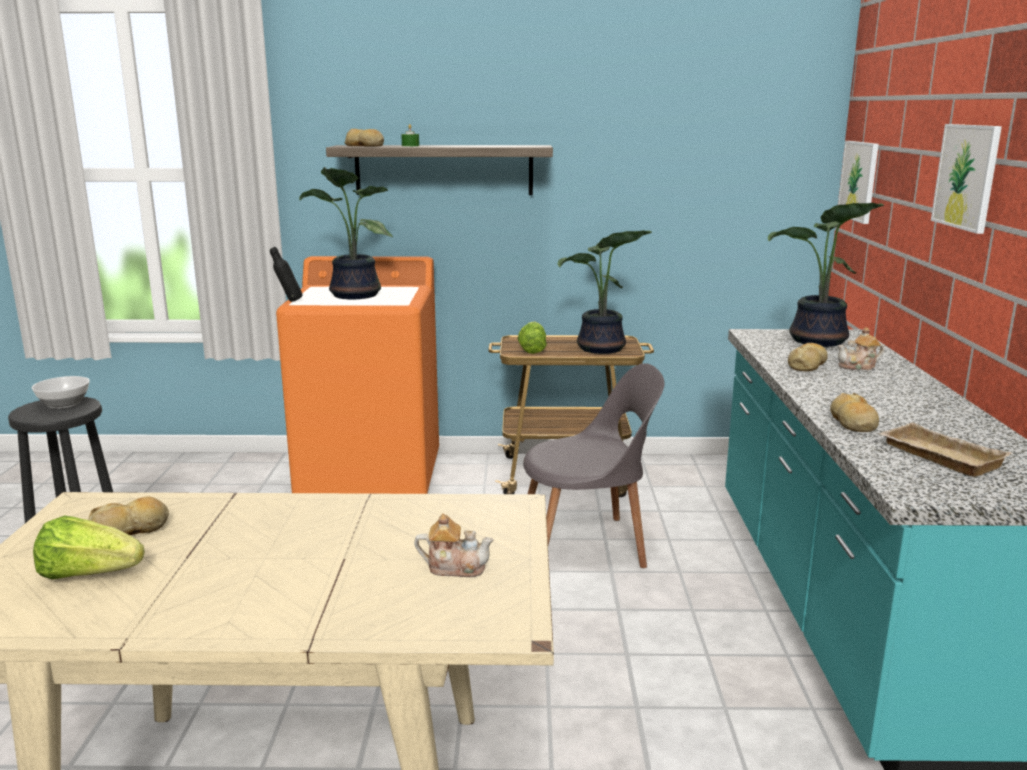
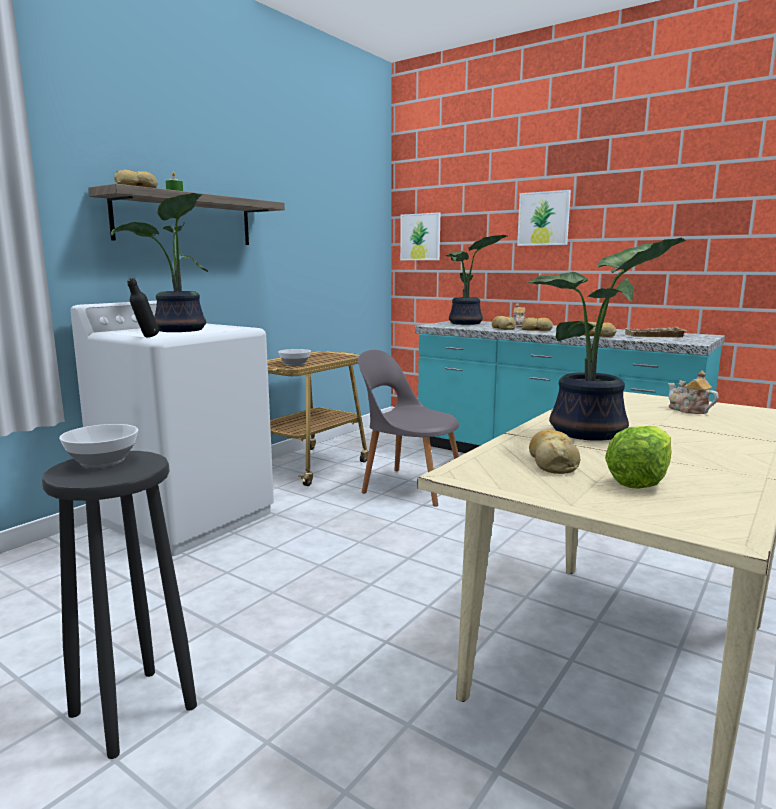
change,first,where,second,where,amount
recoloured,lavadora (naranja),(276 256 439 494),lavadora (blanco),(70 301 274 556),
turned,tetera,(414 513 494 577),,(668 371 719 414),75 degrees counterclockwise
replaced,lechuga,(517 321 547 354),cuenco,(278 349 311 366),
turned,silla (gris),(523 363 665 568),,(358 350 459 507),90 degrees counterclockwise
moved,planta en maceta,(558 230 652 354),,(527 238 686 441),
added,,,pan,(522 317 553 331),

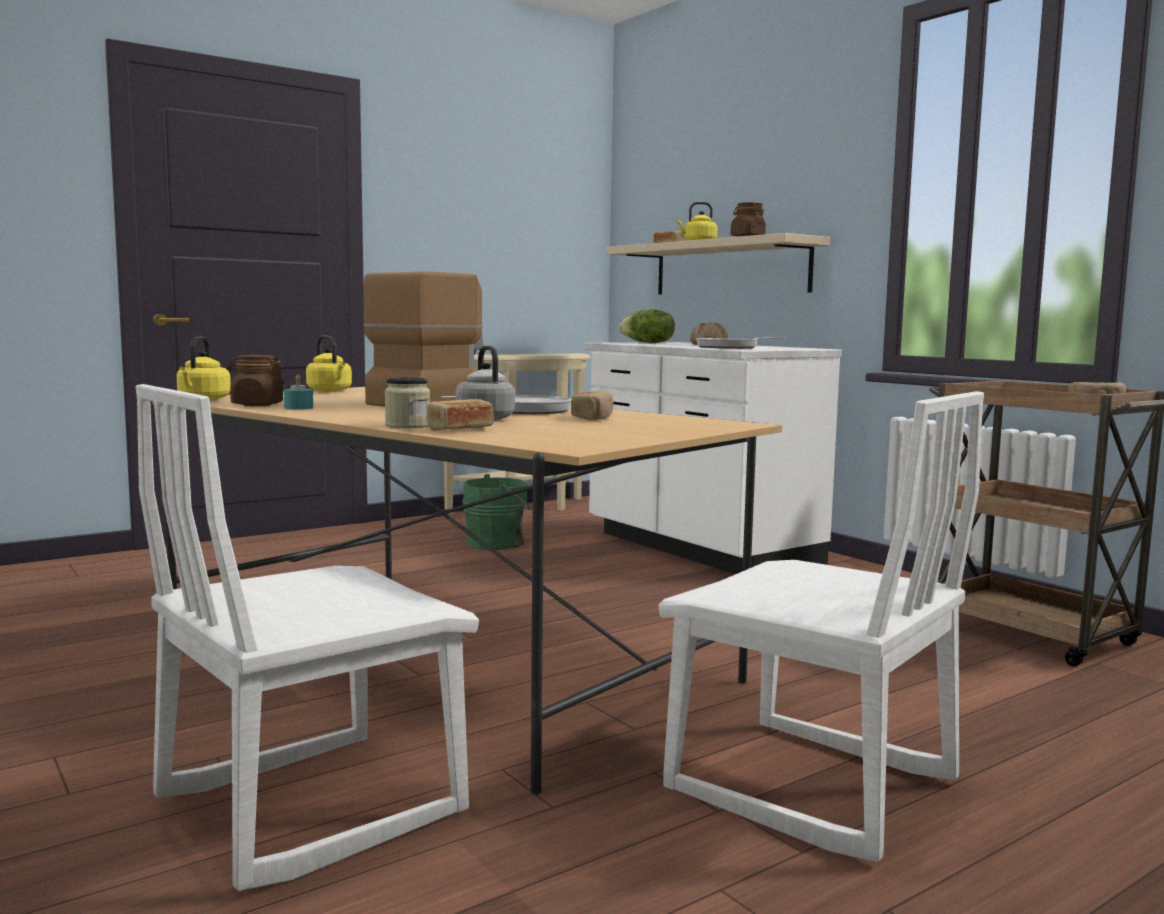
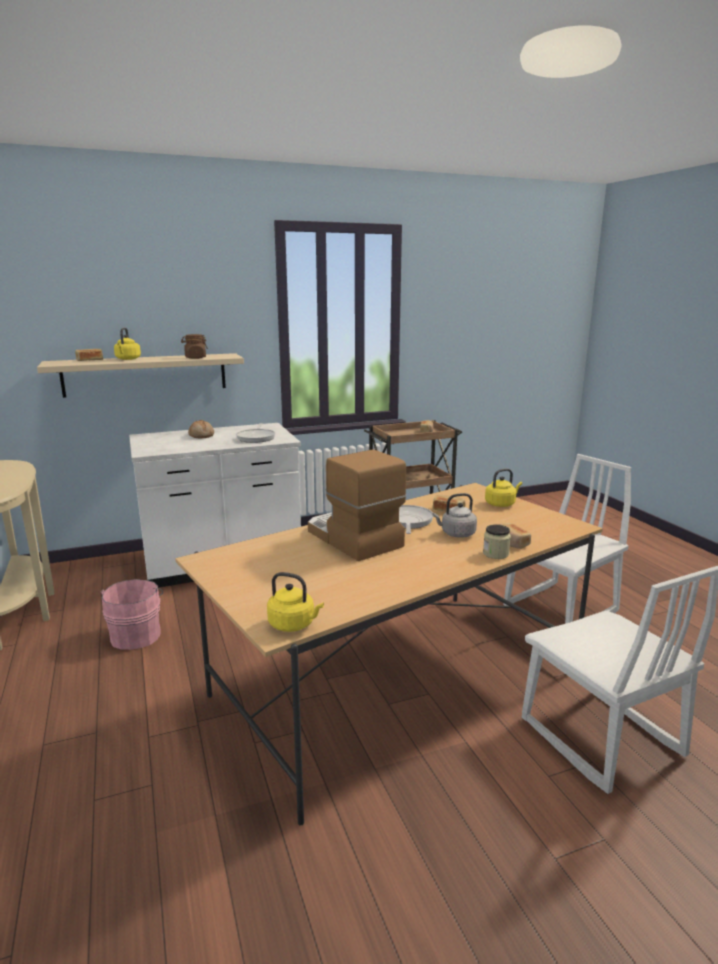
change,first,where,second,where,amount
removed,tarro (marrón),(227 355 285 406),,,
removed,vela (turquesa),(284 374 313 410),,,
moved,hervidor (amarillo),(306 335 352 392),,(485 468 522 507),
recoloured,cubo (verde),(462 474 532 550),cubo (rosa),(100 579 163 650),
removed,lechuga,(619 309 675 343),,,

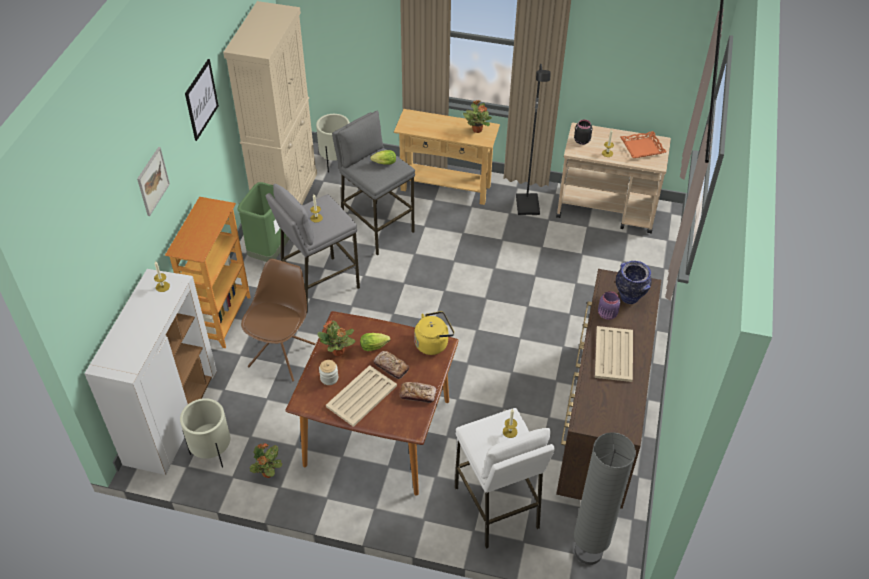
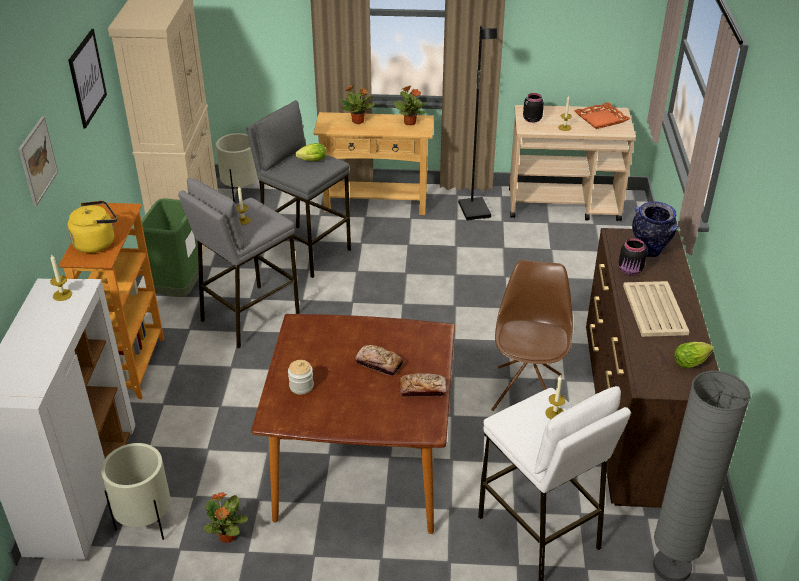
change,first,where,second,where,amount
moved,silla (marrón),(241 259 316 381),,(491 260 573 411),
moved,planta en maceta,(317 321 355 357),,(340 85 375 124),
removed,bandeja (beis),(326 365 397 427),,,
moved,lechuga,(360 333 390 351),,(675 342 714 368),
moved,hervidor (amarillo),(414 311 454 355),,(67 201 117 253),
recoloured,tarro (morado),(598 291 620 320),tarro (negro),(619 238 647 276),

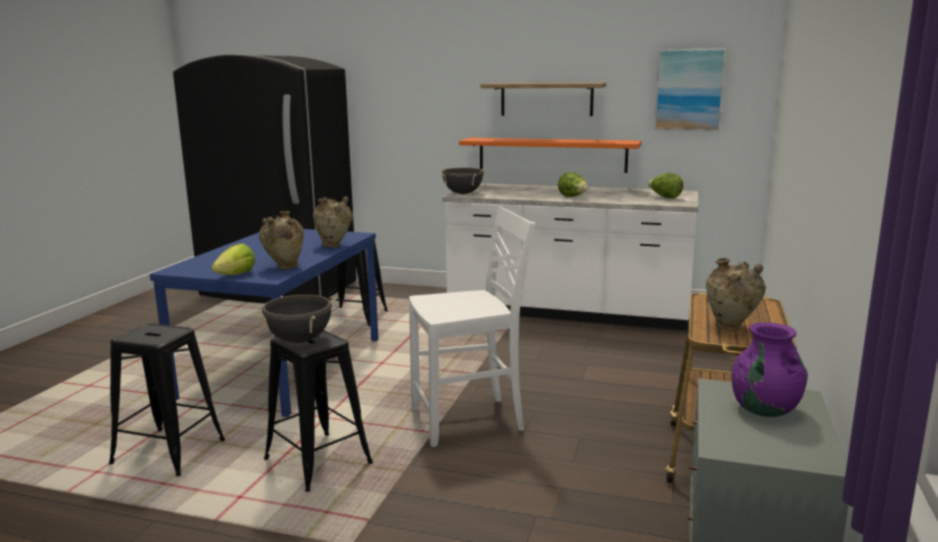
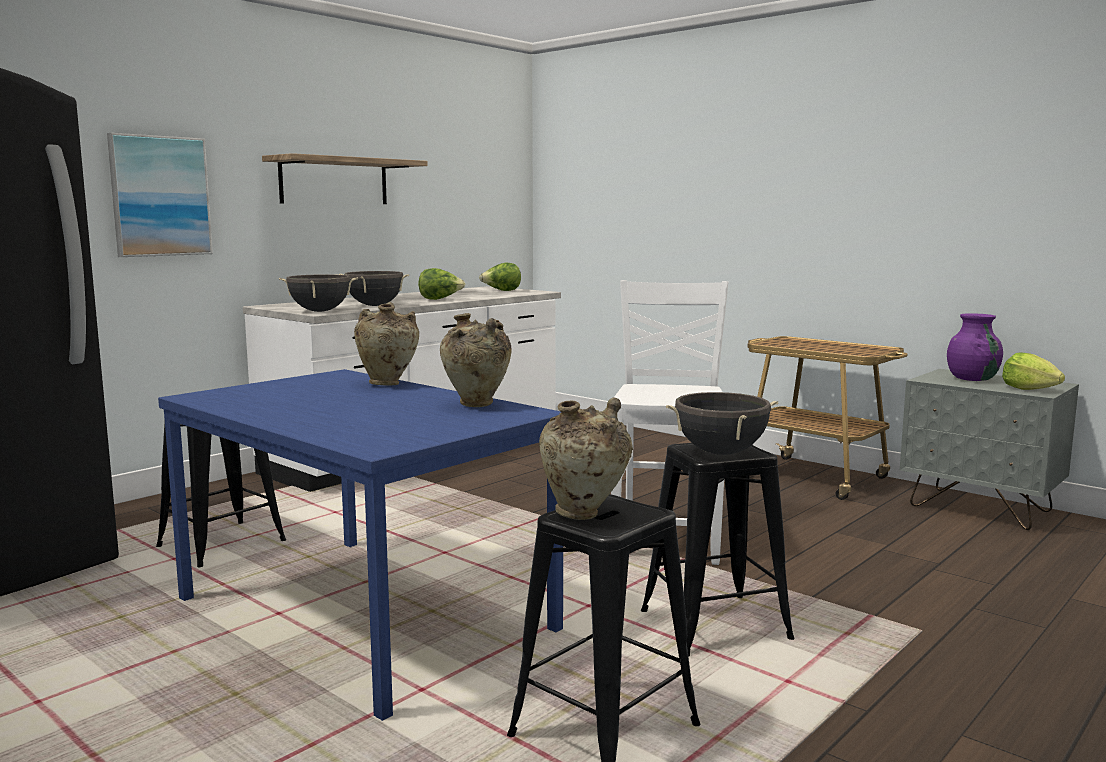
change,first,where,second,where,amount
moved,lechuga,(212 244 255 275),,(1002 352 1065 390),
removed,estante (naranja),(459 138 641 173),,,
moved,cuadro,(654 48 726 131),,(107 133 213 257),
moved,florero (beis),(706 258 766 331),,(539 398 633 520),
added,,,olla (negro),(339 271 409 306),

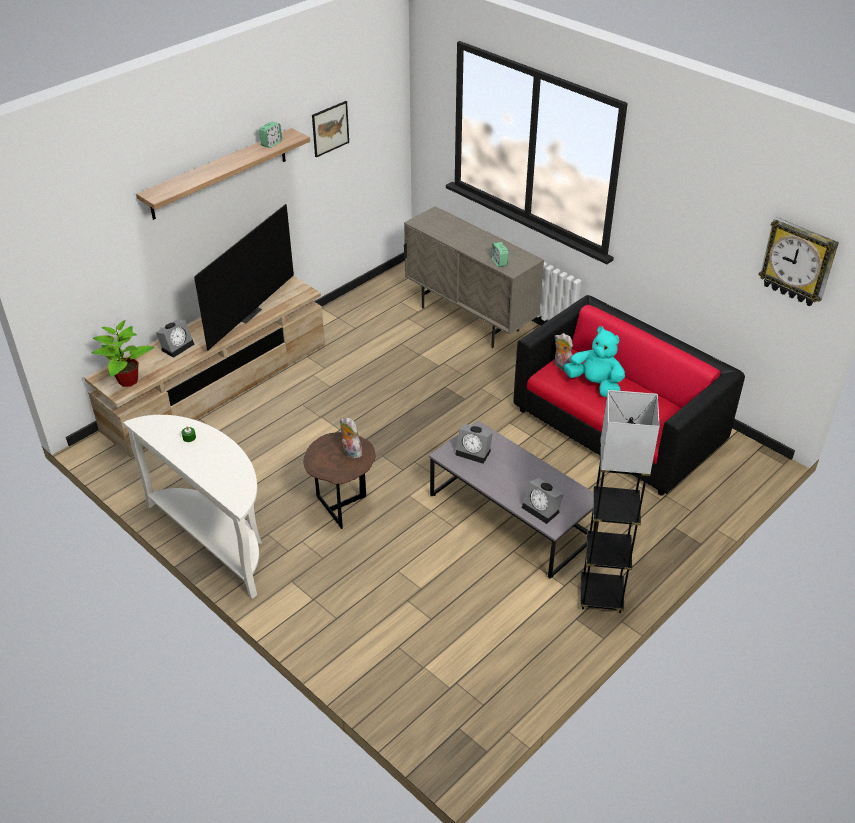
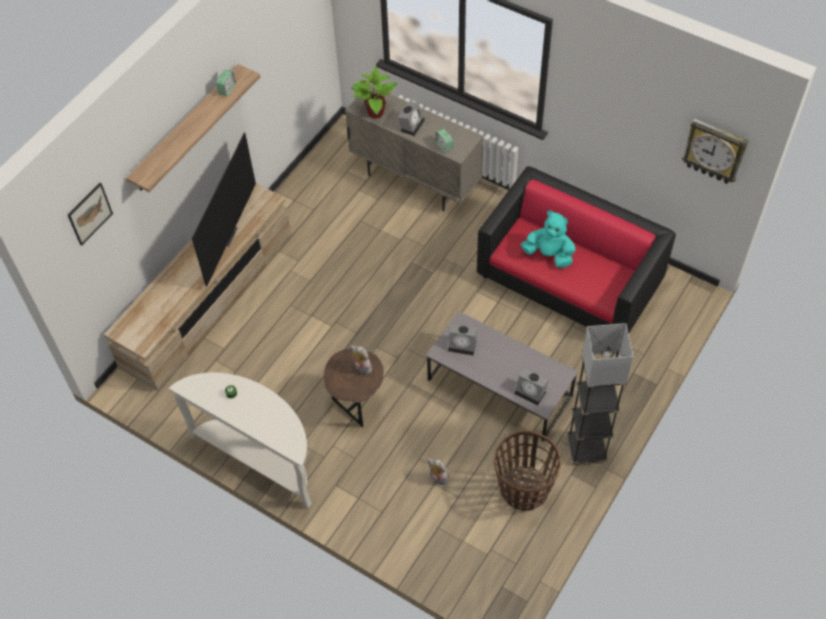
change,first,where,second,where,amount
moved,planta en maceta,(92 320 155 387),,(351 66 398 119),
moved,despertador,(156 320 194 358),,(398 102 425 136),
moved,cuadro,(312 101 349 157),,(68 183 113 246),
moved,peluche,(554 333 573 371),,(427 458 448 485),
added,,,cesta,(494 431 561 511),

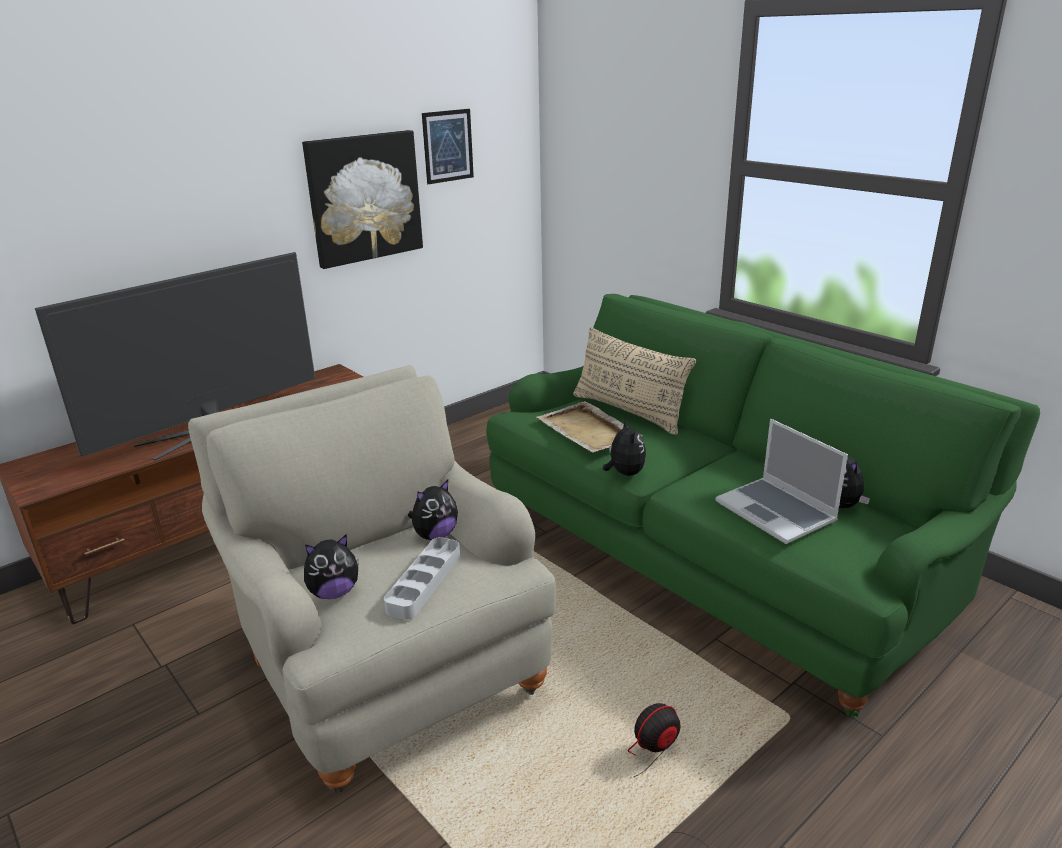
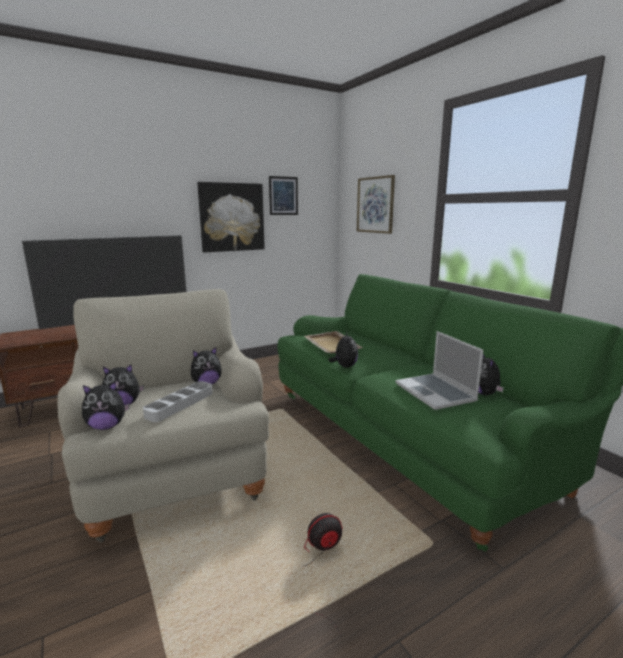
change,first,where,second,where,amount
removed,cojín (beis),(573 327 696 435),,,
added,,,peluche,(82 382 130 430),
added,,,cuadro,(357 175 395 234),

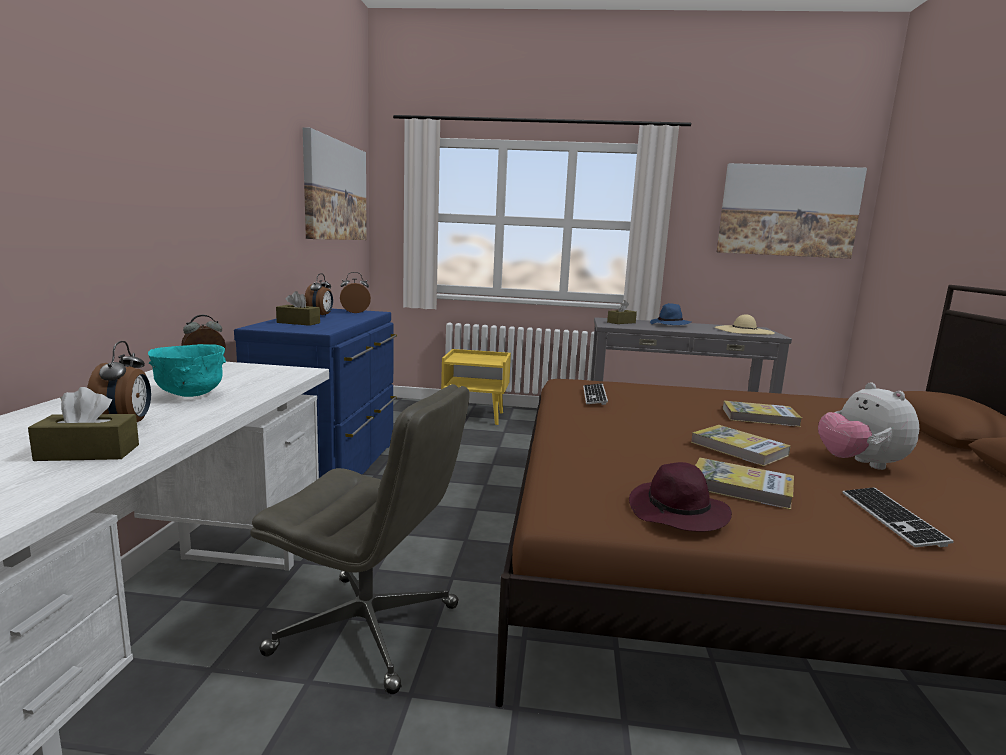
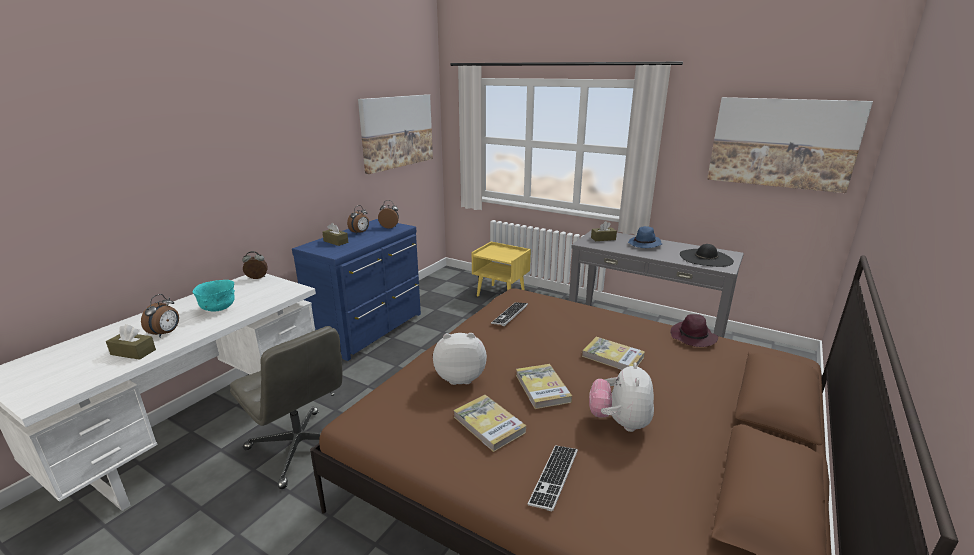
change,first,where,second,where,amount
moved,sombrero (morado),(629 462 732 532),,(670 314 718 347),
recoloured,sombrero (beis),(714 314 775 335),sombrero (negro),(680 244 734 267),
added,,,peluche,(433 333 487 385),

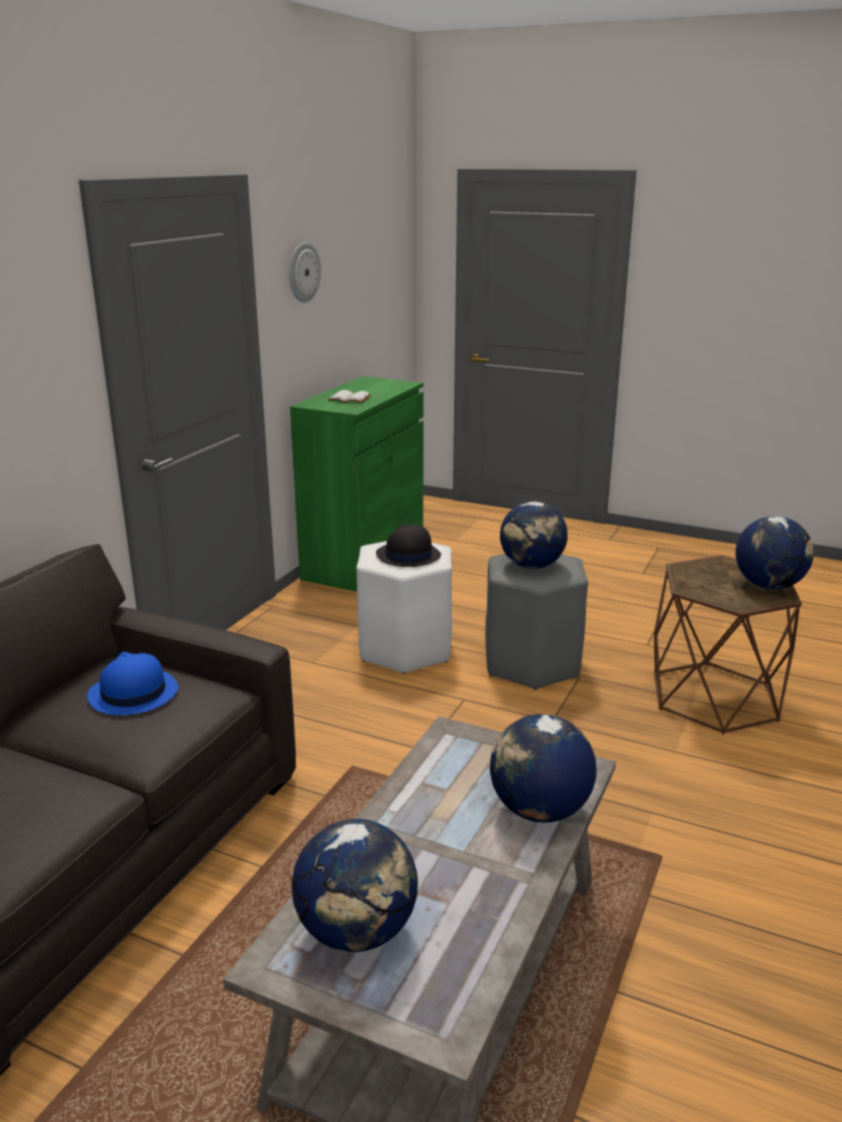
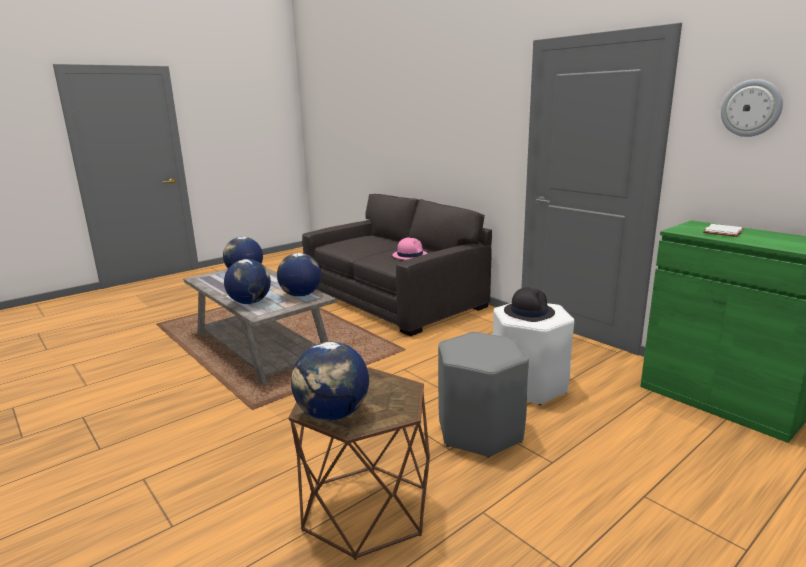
change,first,where,second,where,amount
recoloured,sombrero (azul),(87 652 178 715),sombrero (rosa),(392 237 428 260),
moved,globo terráqueo,(500 501 568 569),,(277 253 321 297),

